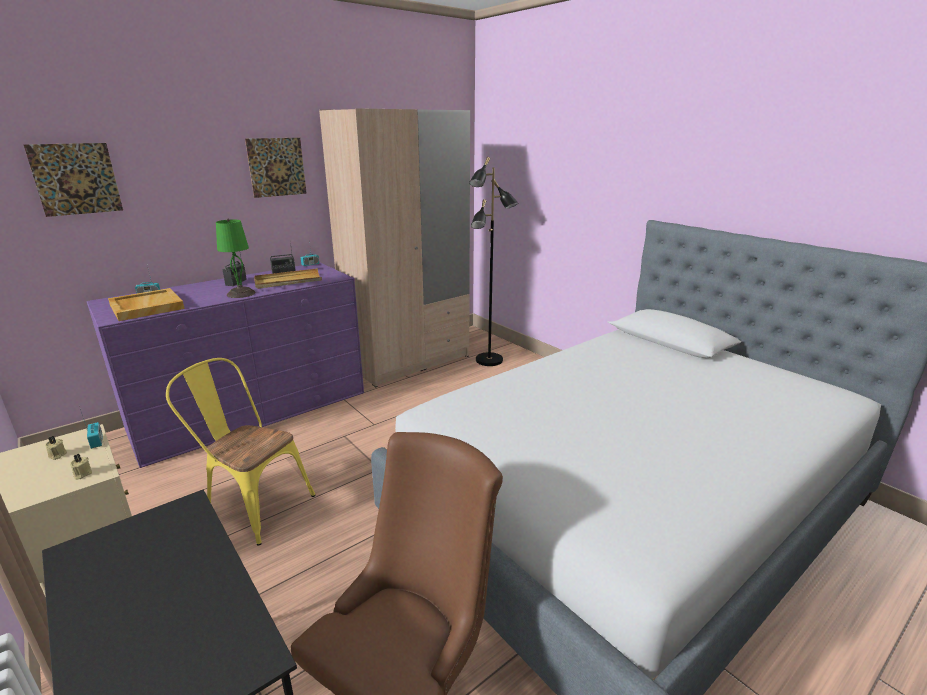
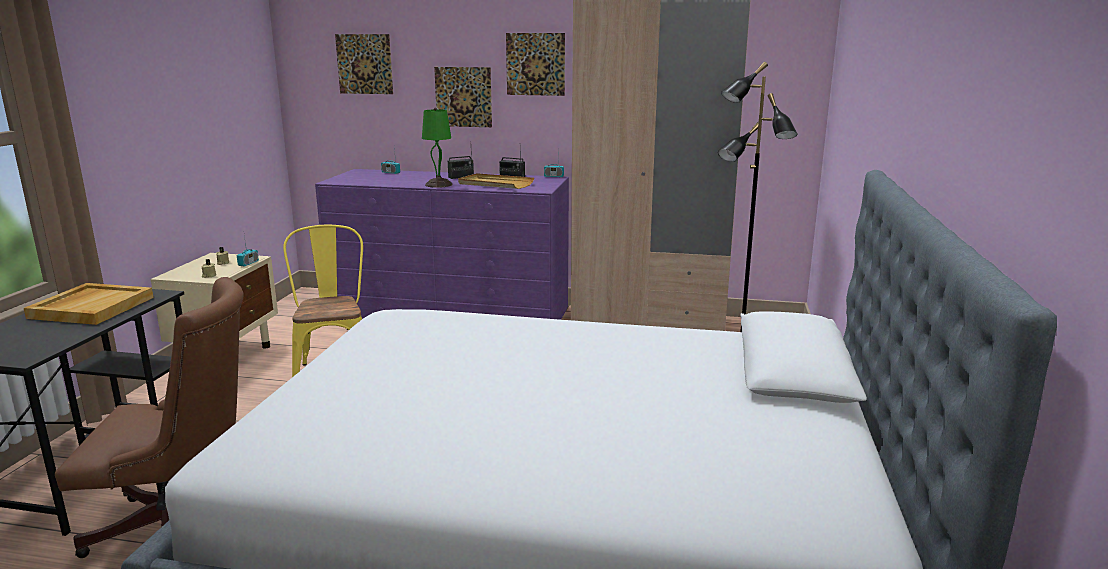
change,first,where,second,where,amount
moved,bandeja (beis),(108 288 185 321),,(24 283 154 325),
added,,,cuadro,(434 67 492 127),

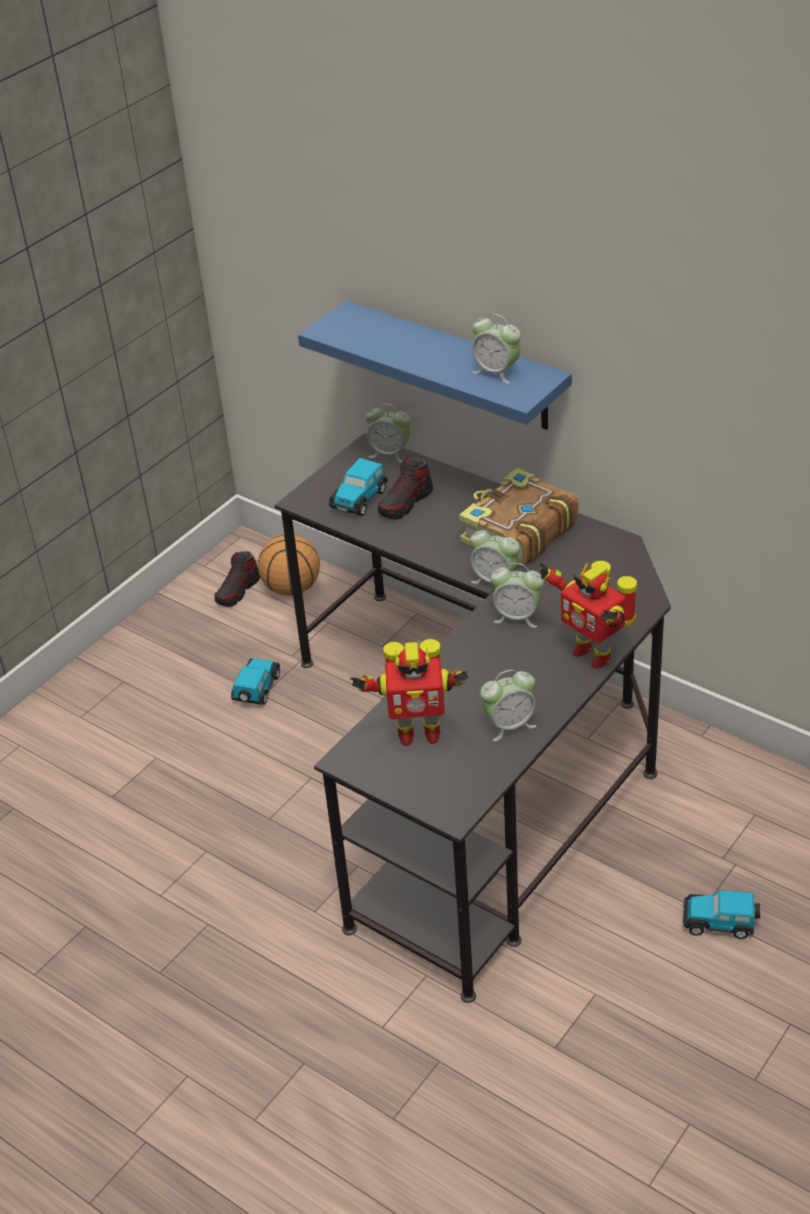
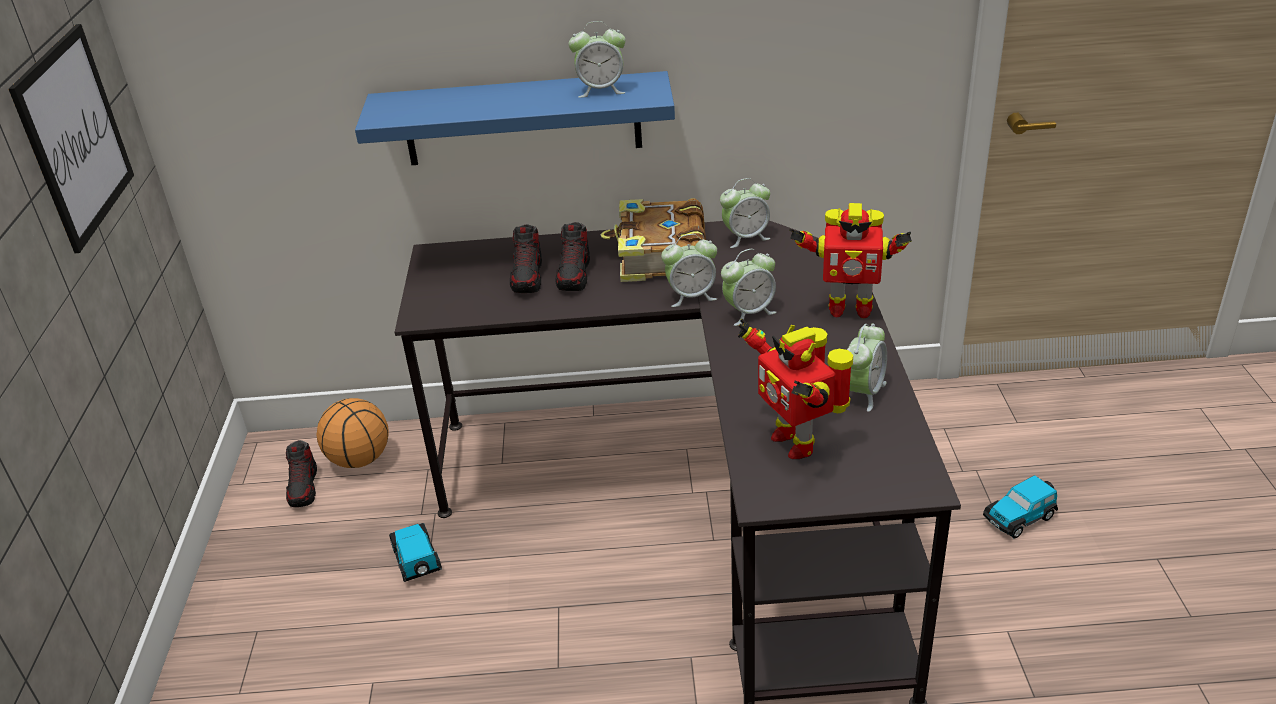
change,first,where,second,where,amount
removed,coche de juguete,(329 458 388 516),,,
turned,robot de juguete,(350 639 469 746),,(738 319 853 459),105 degrees clockwise
moved,despertador,(365 404 411 463),,(720 178 771 248),
added,,,cuadro,(8 24 134 253),
added,,,zapato,(555 222 590 291),

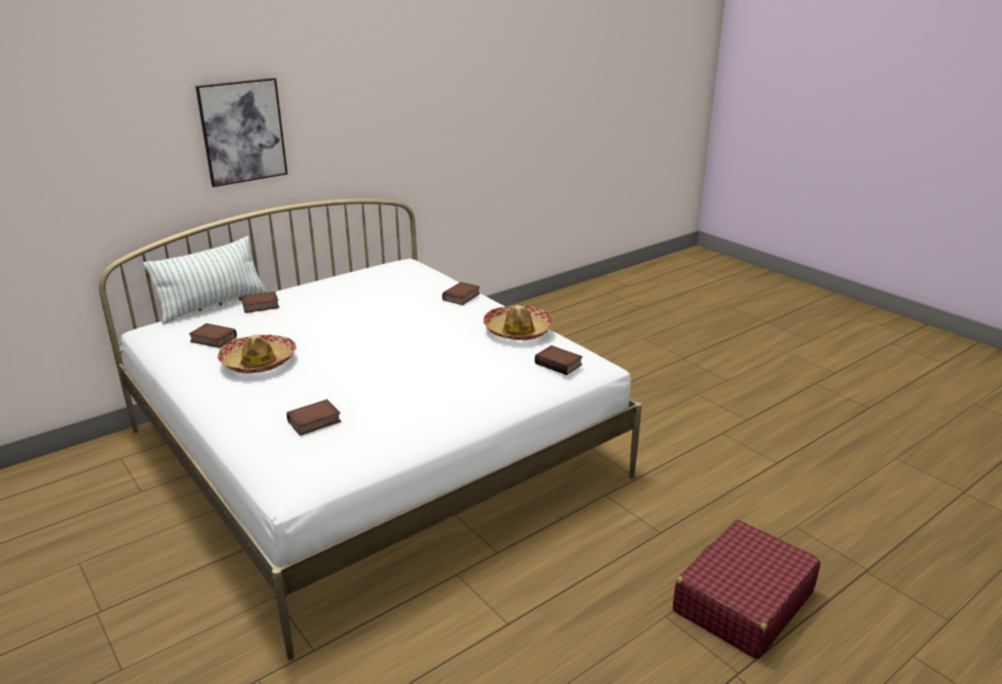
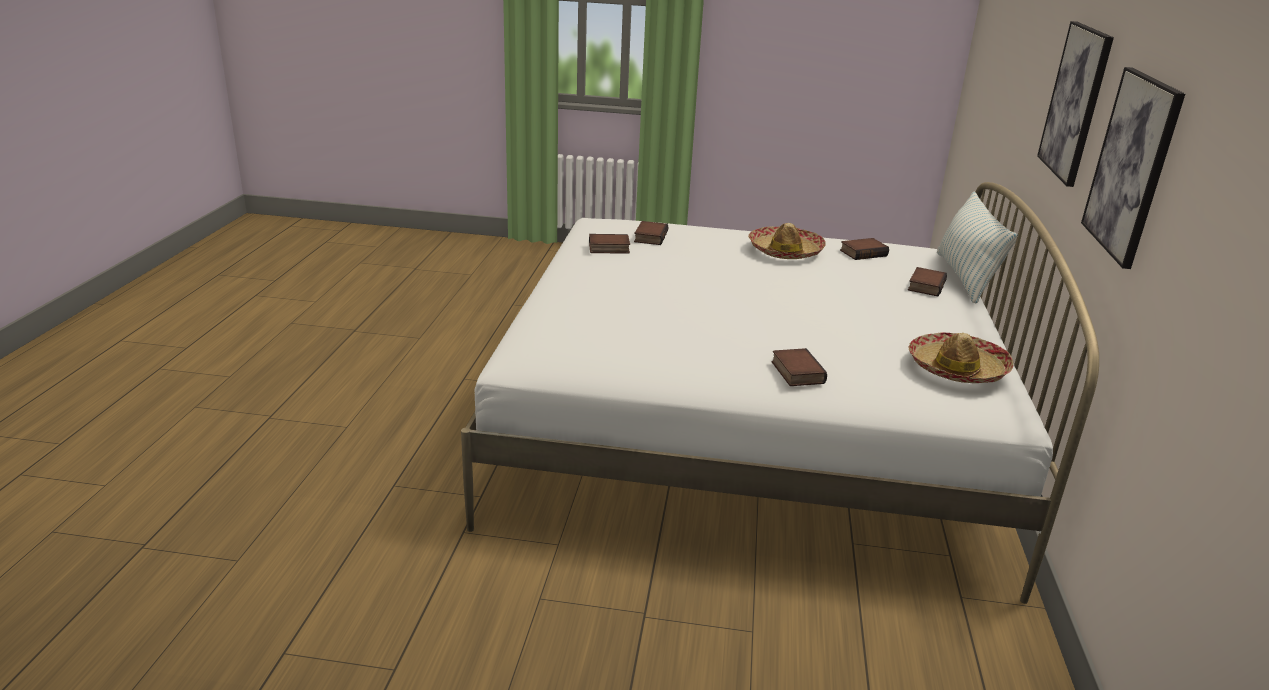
change,first,where,second,where,amount
moved,sombrero,(483 305 553 340),,(908 333 1013 383),
moved,libro,(535 345 583 375),,(589 234 630 254),
removed,maleta (rojo),(673 520 821 659),,,
added,,,cuadro,(1081 67 1185 269),

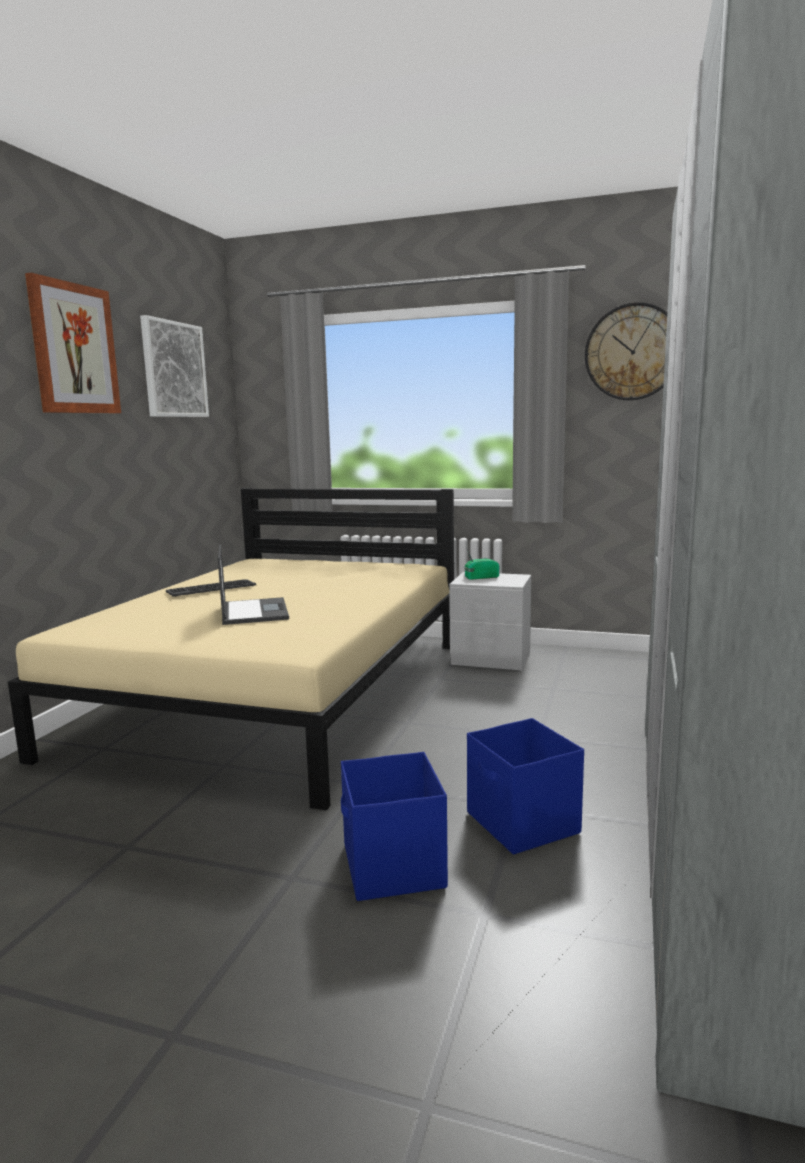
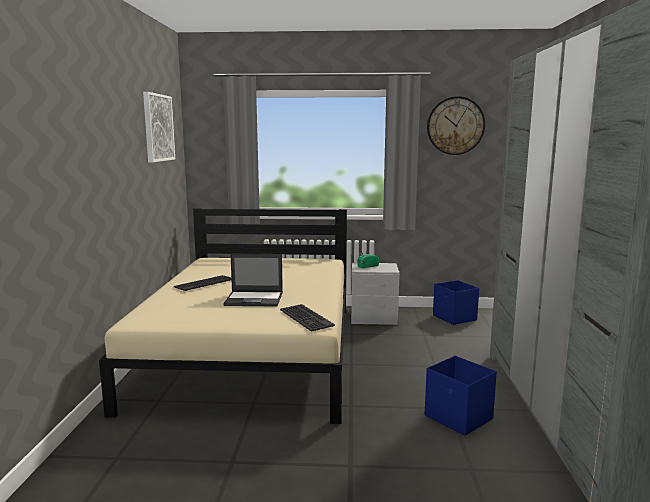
change,first,where,second,where,amount
removed,cuadro,(25 273 121 413),,,
turned,portátil,(218 545 289 625),,(223 254 283 306),120 degrees clockwise
moved,caja de almacenaje (azul),(341 752 448 901),,(433 280 479 325),
added,,,teclado,(280 304 335 332),

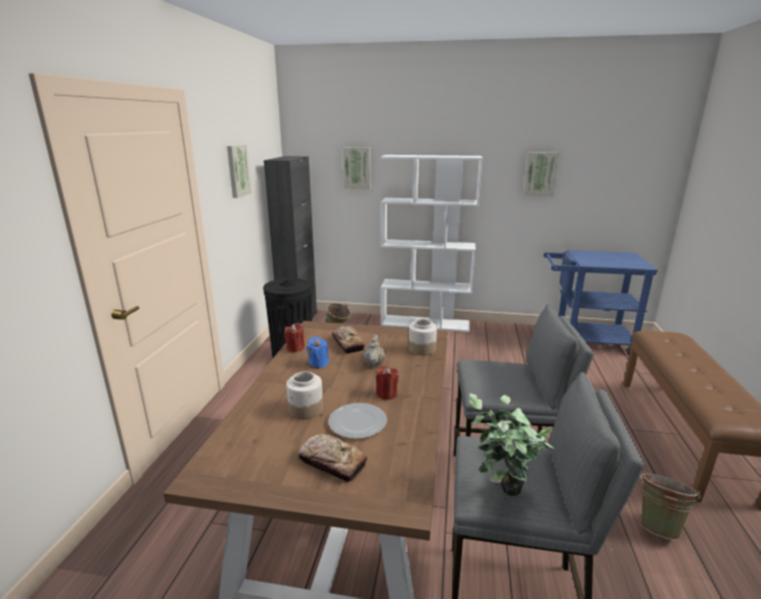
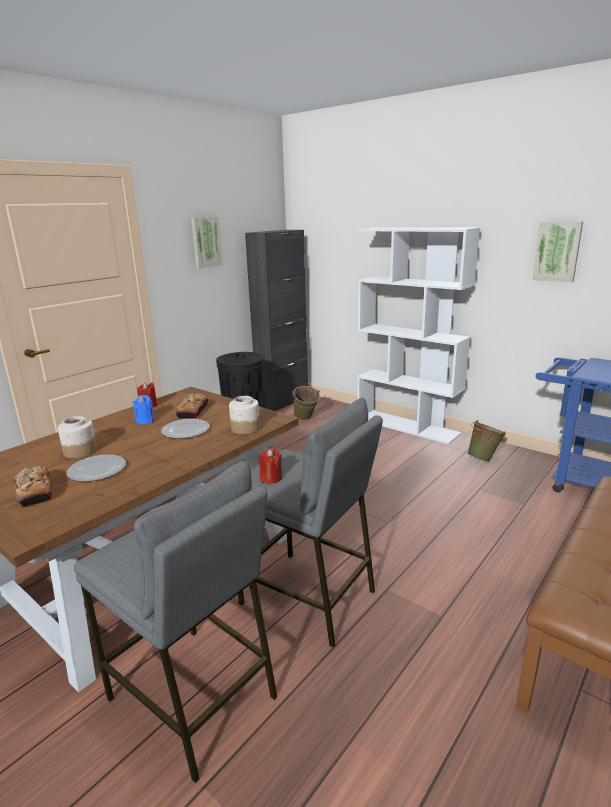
change,first,where,second,where,amount
removed,cuadro,(343 147 371 189),,,
replaced,tetera (beis),(363 335 385 367),plato,(161 419 210 439),
moved,vela (rojo),(376 366 399 400),,(259 448 282 484),
removed,planta en maceta,(469 393 555 496),,,
moved,cubo (verde),(640 473 701 540),,(467 420 506 462),

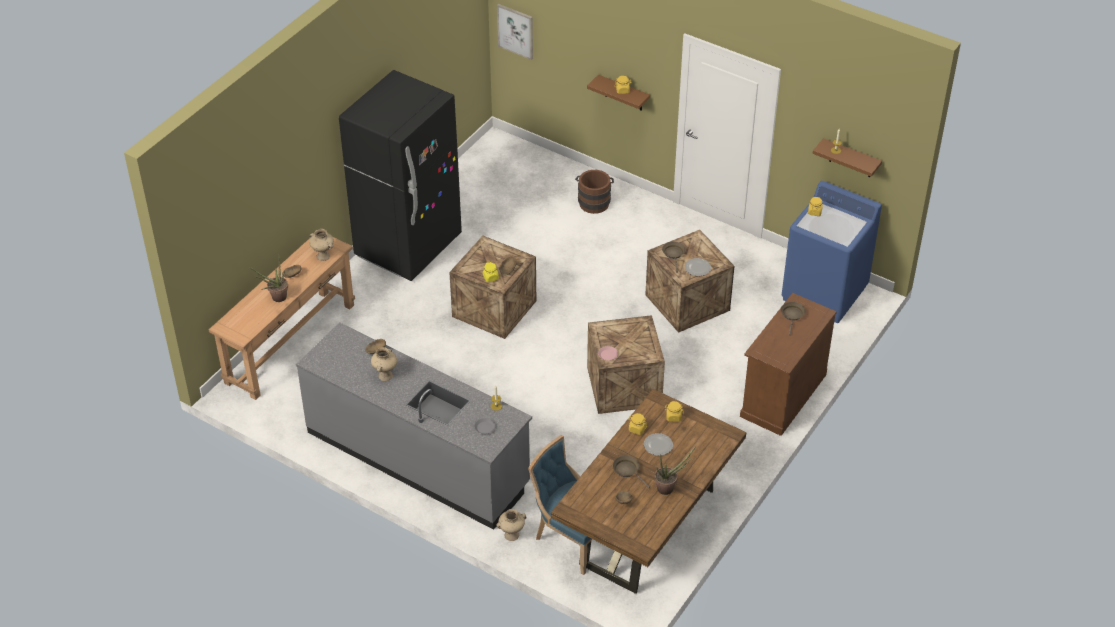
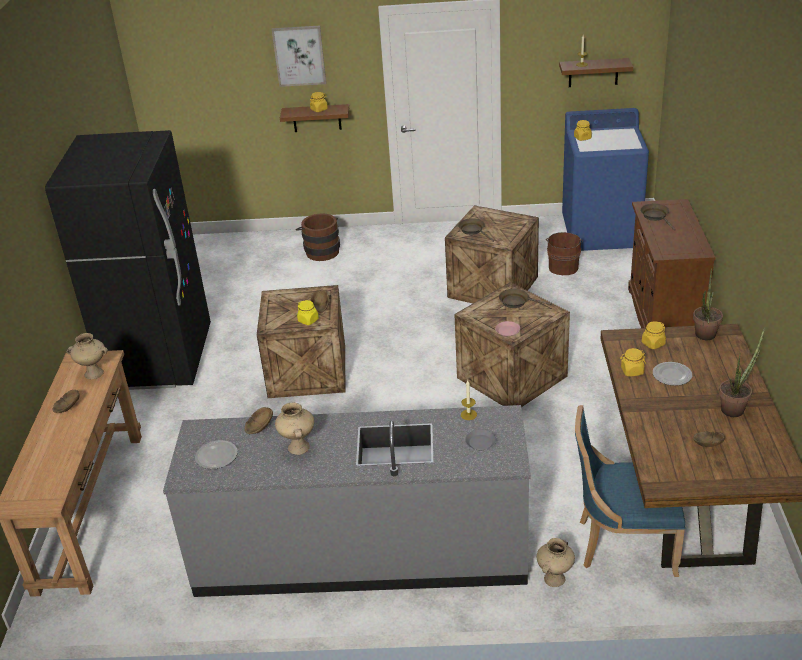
change,first,where,second,where,amount
moved,planta en maceta,(250 256 288 302),,(693 268 723 340),
moved,cuadro,(497 4 533 60),,(272 26 326 87),
moved,sartén (marrón),(613 456 650 488),,(499 289 552 308),
moved,plato,(685 258 711 276),,(195 440 238 469),
added,,,cubo (marrón),(546 232 583 275),

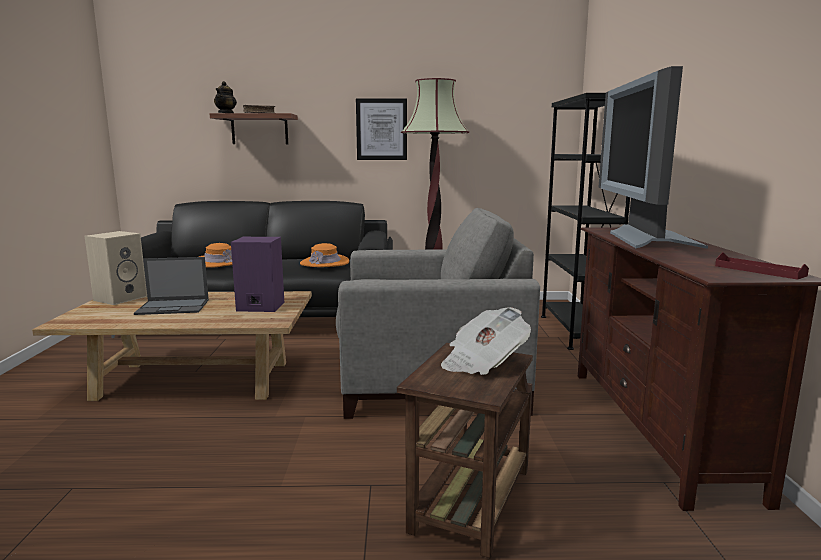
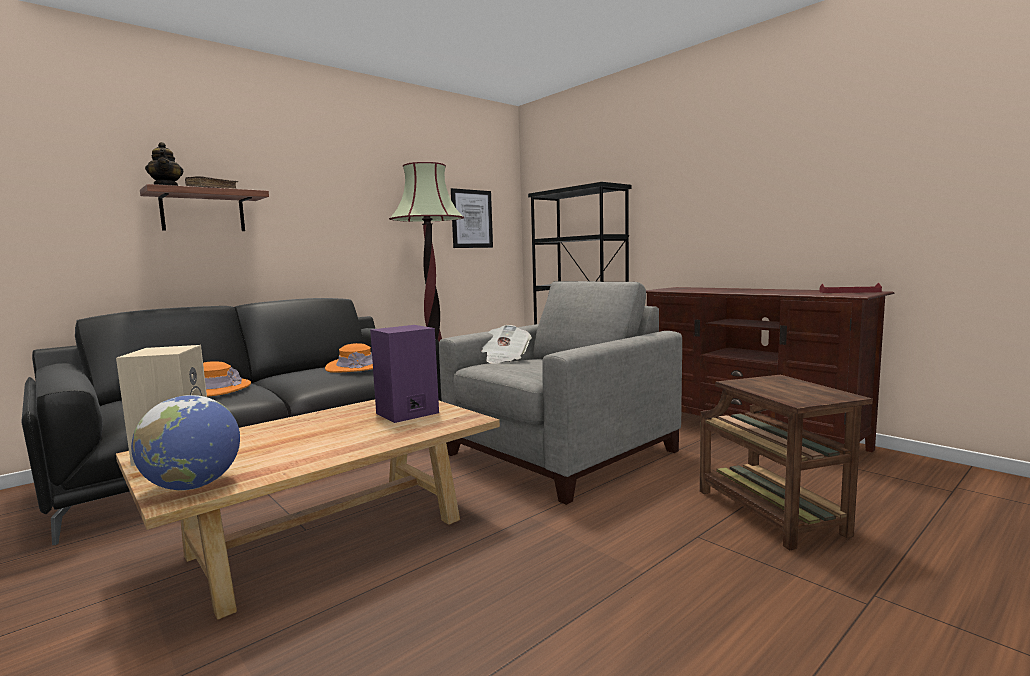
change,first,where,second,where,amount
removed,portátil,(134 257 209 315),,,
moved,cuadro,(356 98 407 160),,(451 188 493 248),
moved,periódico,(441 307 531 375),,(481 325 531 364),
removed,televisor,(599 66 708 249),,,
added,,,globo terráqueo,(131 395 240 491),

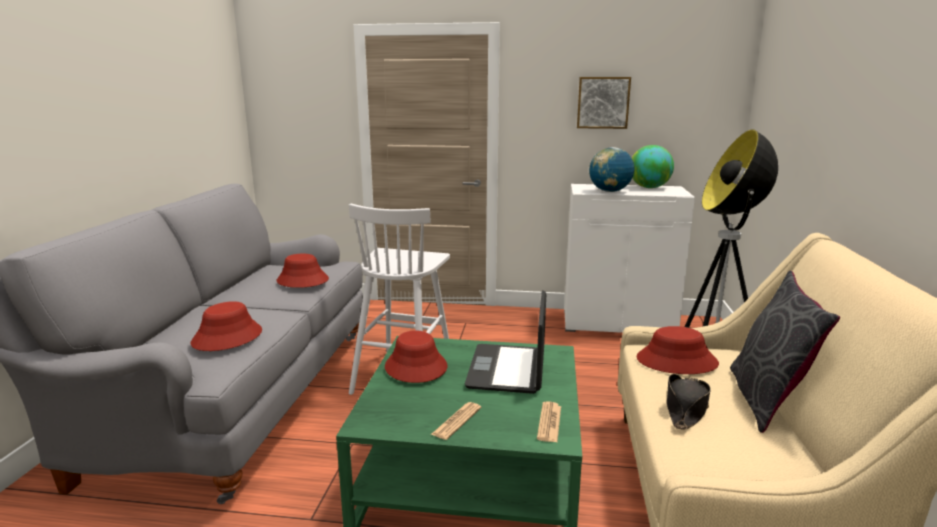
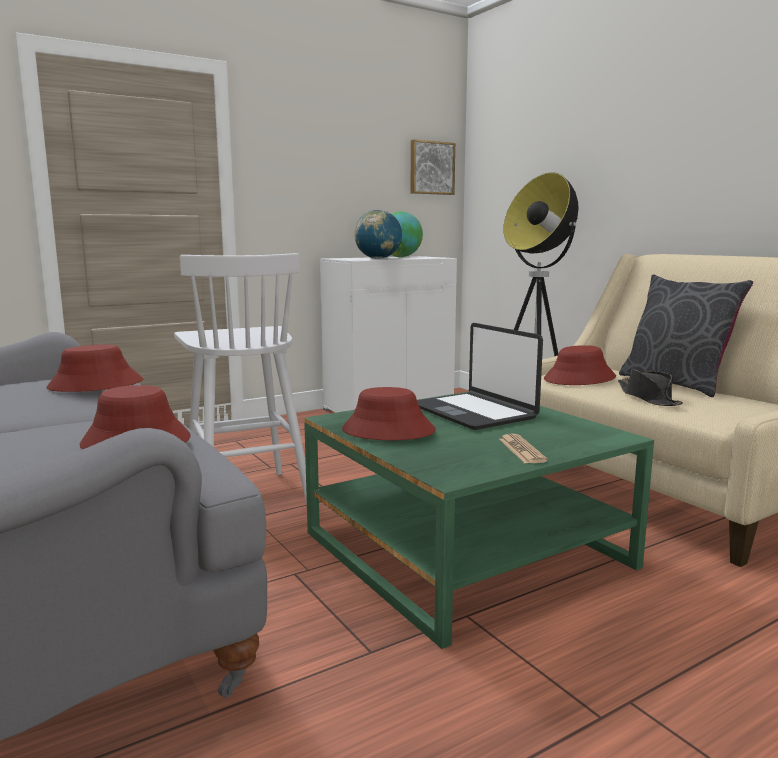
change,first,where,second,where,amount
removed,periódico,(537 402 561 442),,,
moved,cuadro,(577 77 631 129),,(410 139 455 195),

